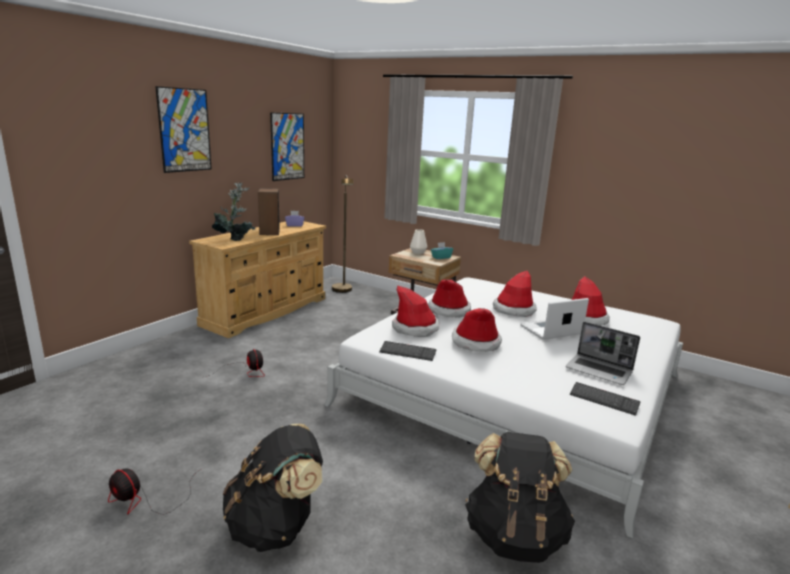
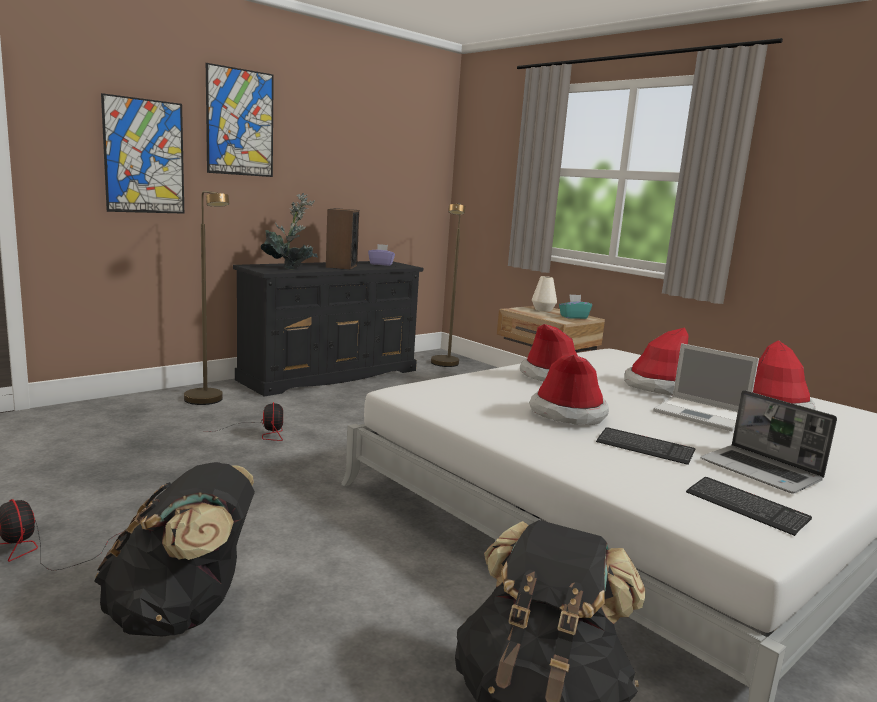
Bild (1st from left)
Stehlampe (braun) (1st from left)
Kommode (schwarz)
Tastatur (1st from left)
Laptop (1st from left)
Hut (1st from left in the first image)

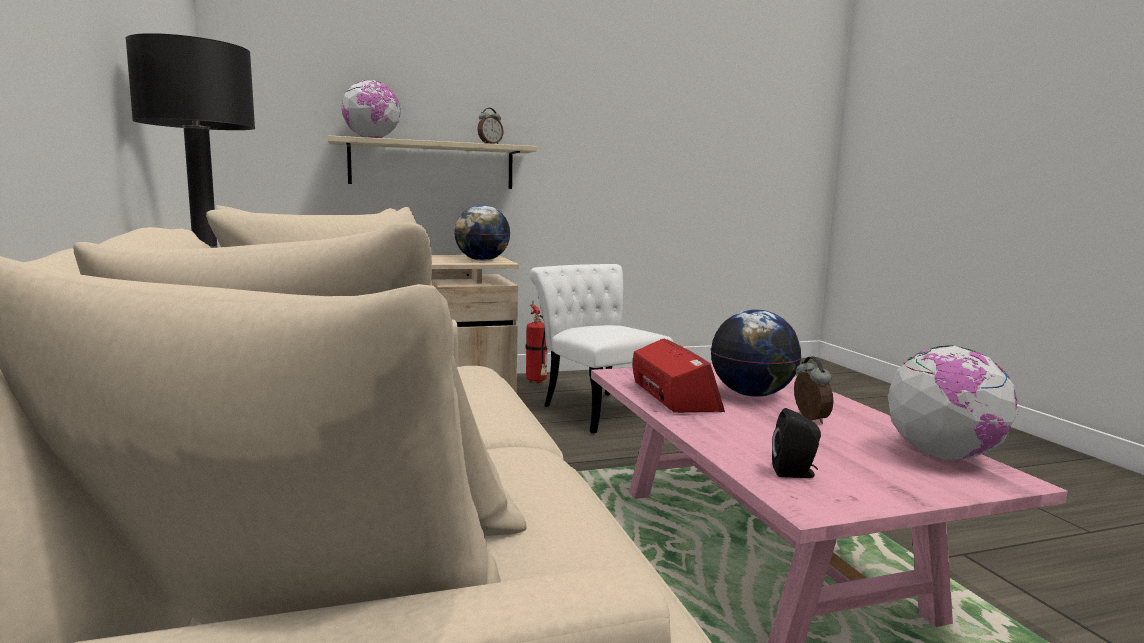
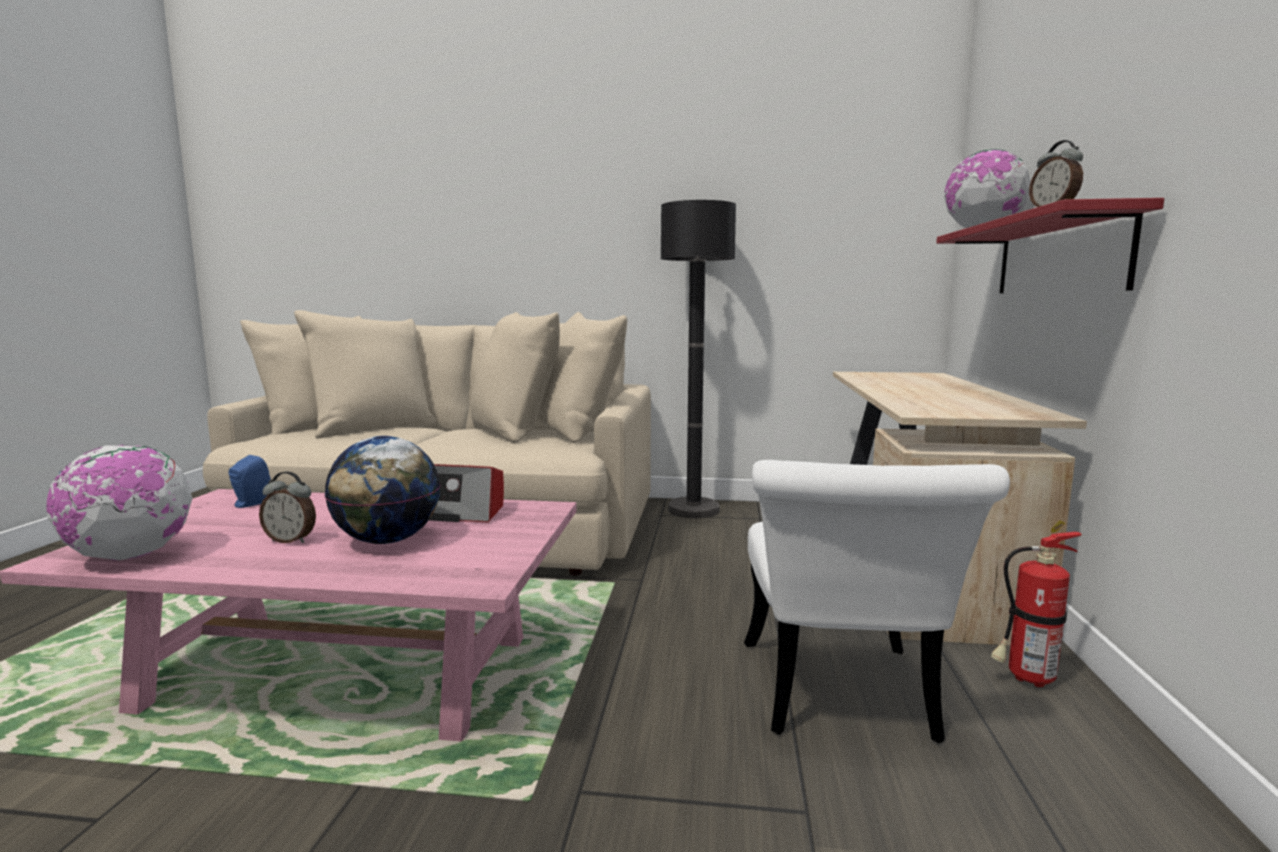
Lautsprecher (blau)
Stuhl (weiß)
Wandregal (rot)
Globus (2nd from left in the first image)

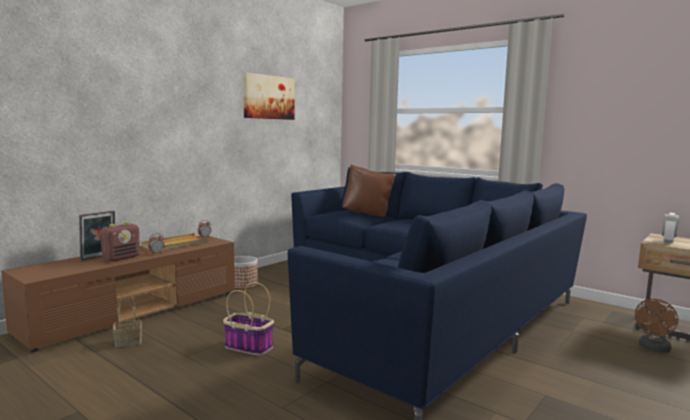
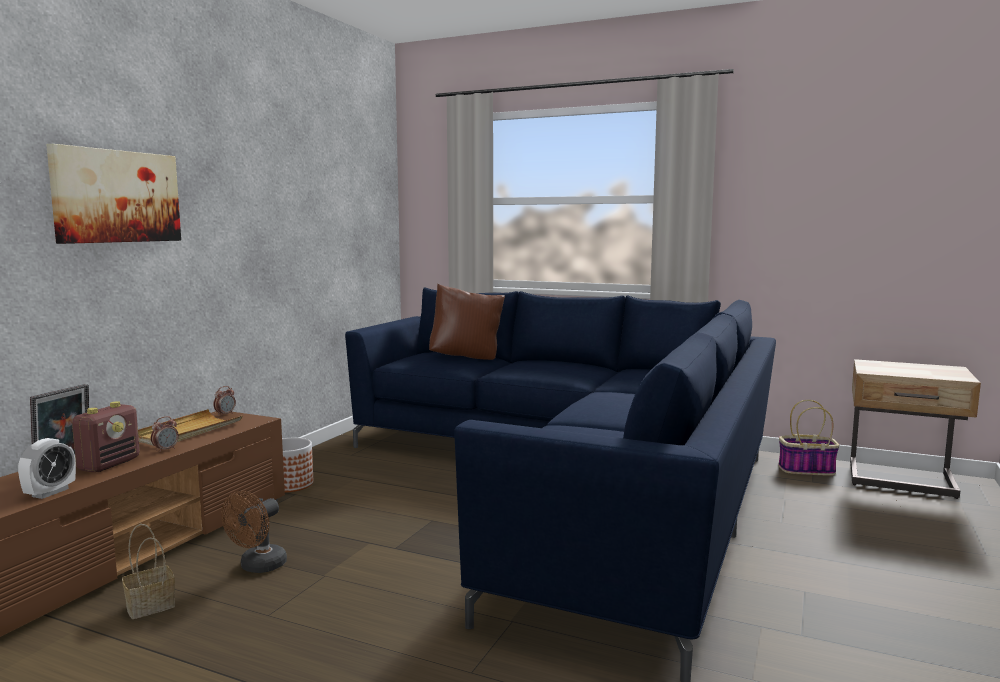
Wecker (1st from left)
Bild
Ventilator (braun)
Korb (2nd from left)

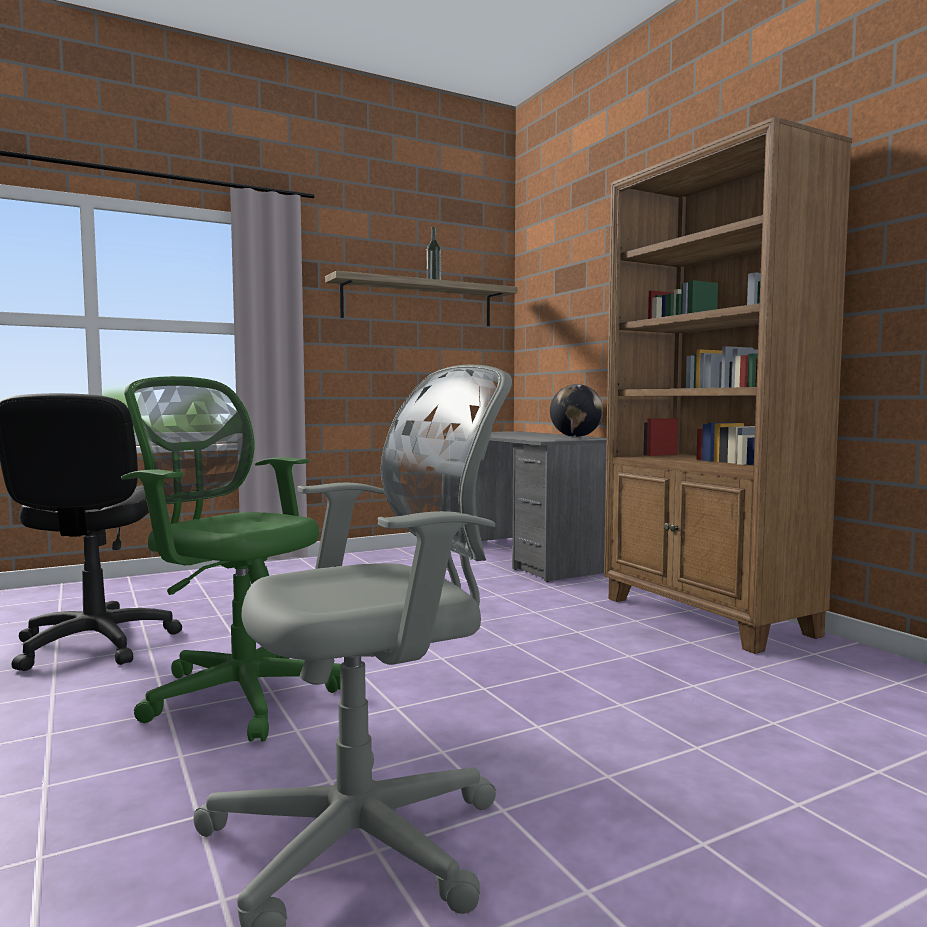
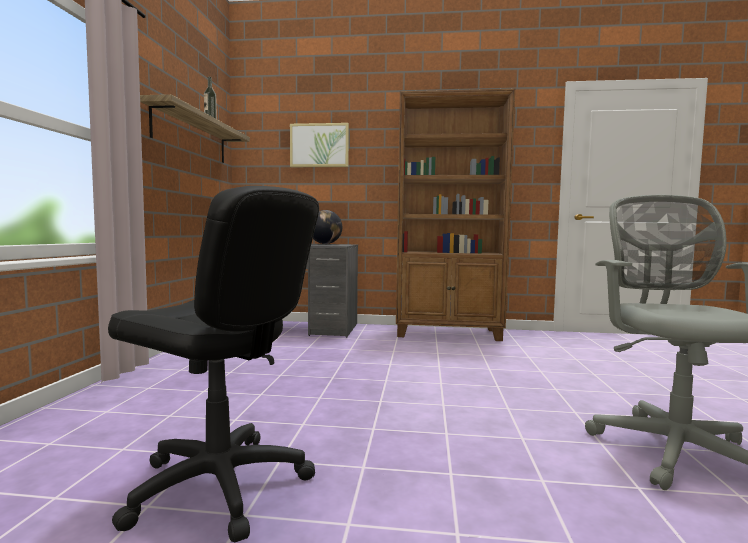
Bild
Bürostuhl (grün)

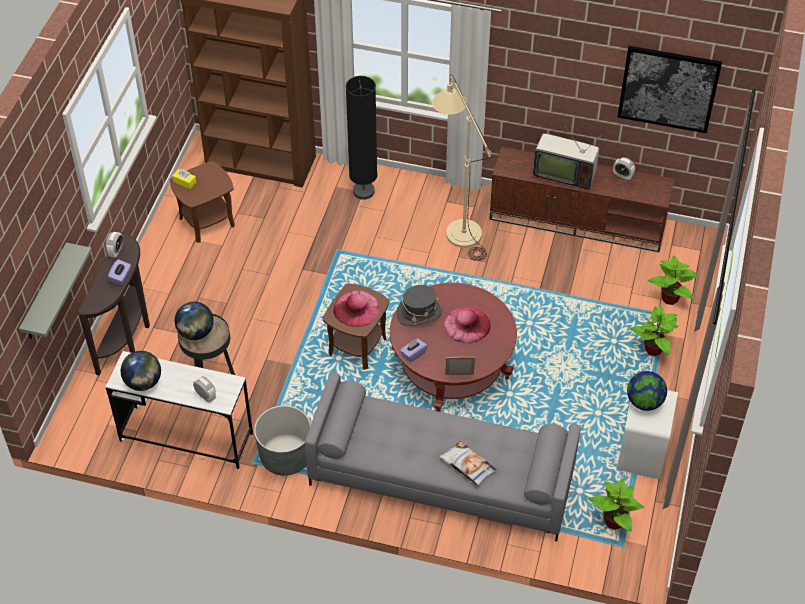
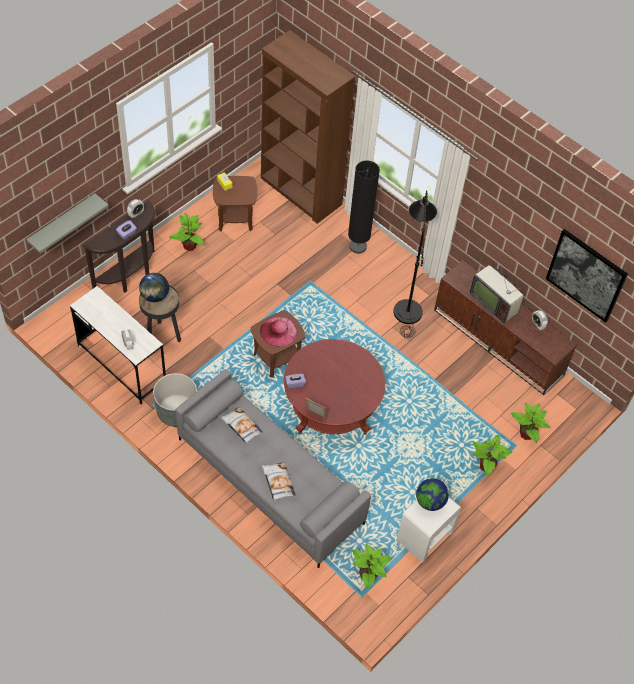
Topfpflanze (1st from left)
Kissen (1st from left)
Stehlampe (schwarz) (2nd from left)
Globus (1st from left in the first image)
Hut (grau)
Hut (rosa) (2nd from left in the first image)

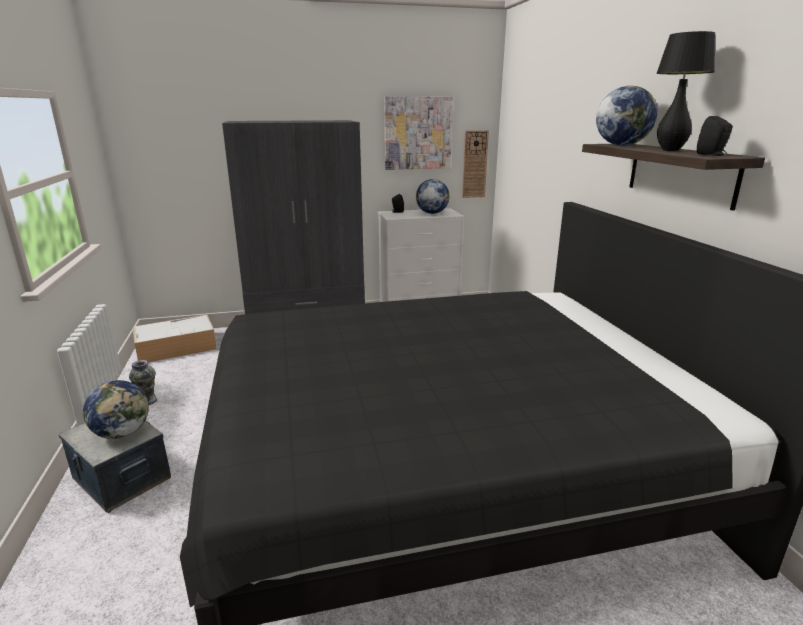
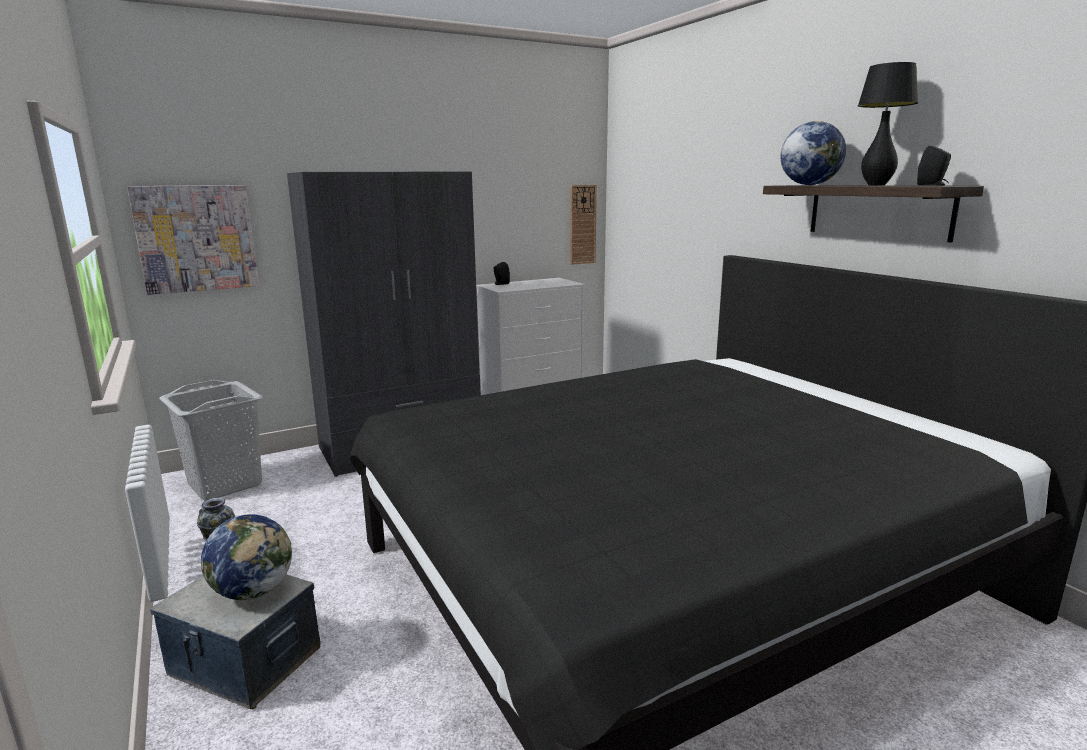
Bild
Wäschekorb (grau)
Globus (2nd from left in the first image)

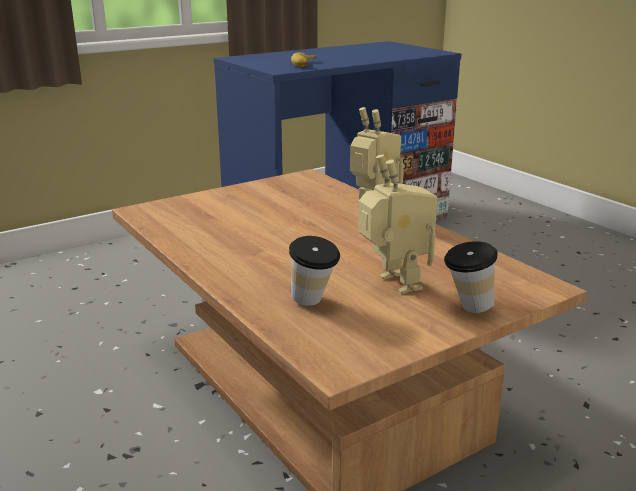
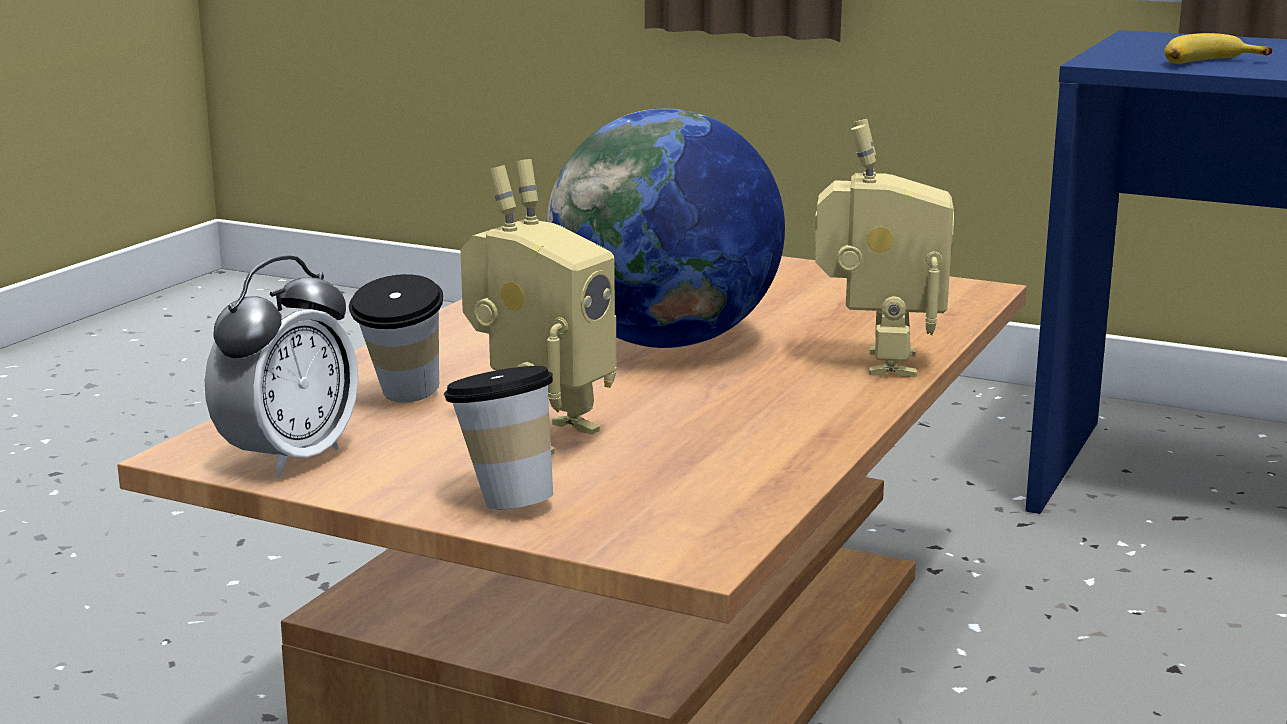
Wecker
Globus

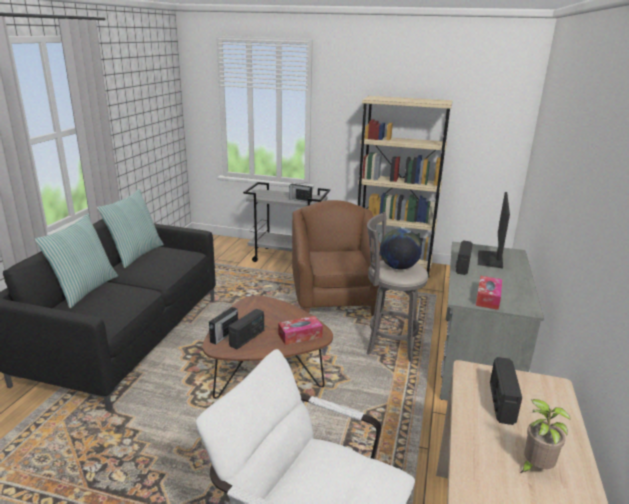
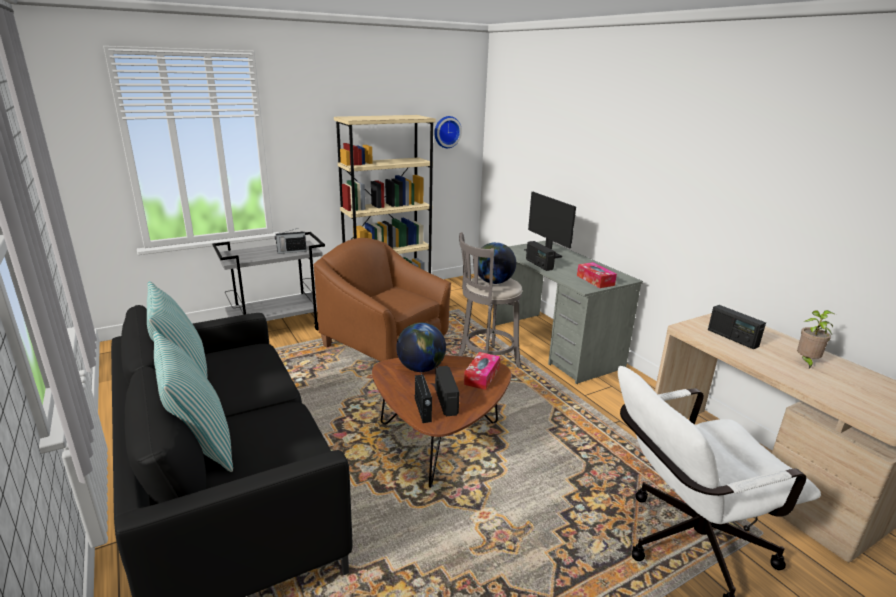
Globus (1st from left)
Wanduhr

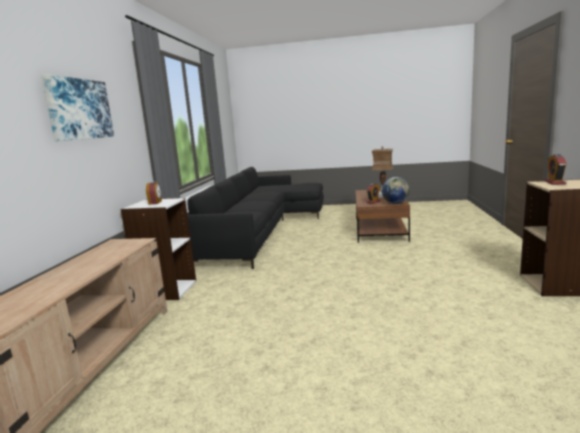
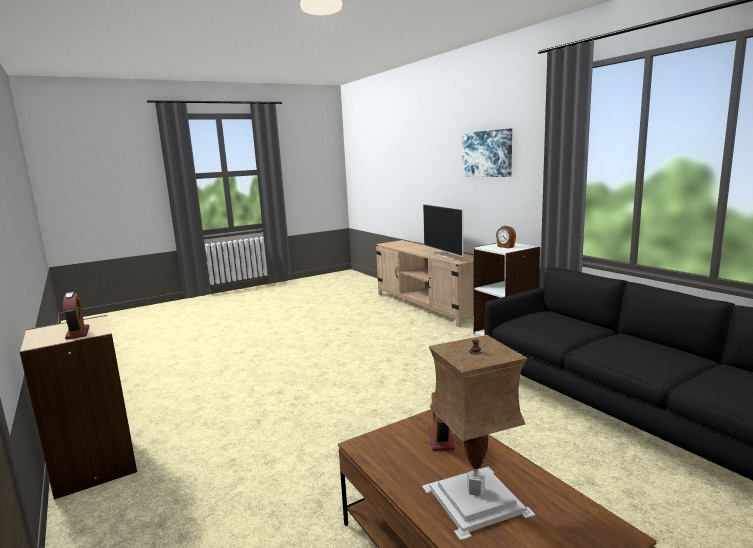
Fernseher
Globus

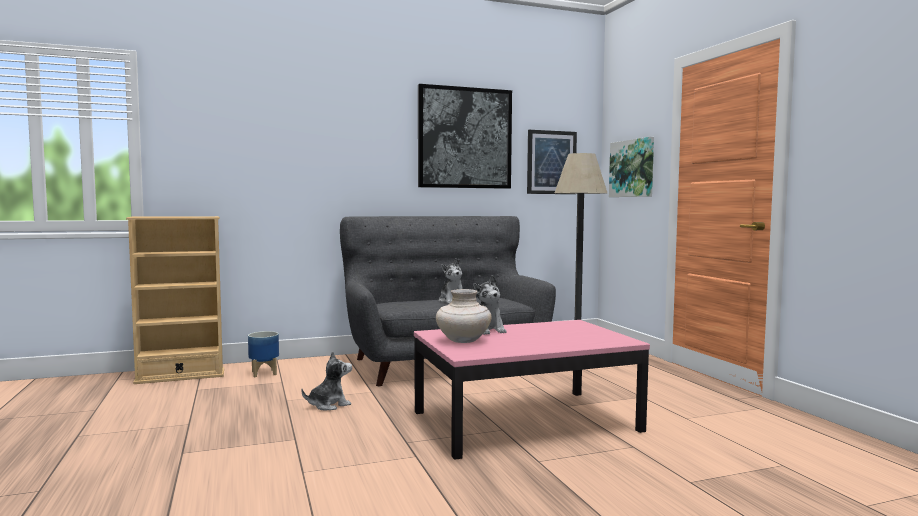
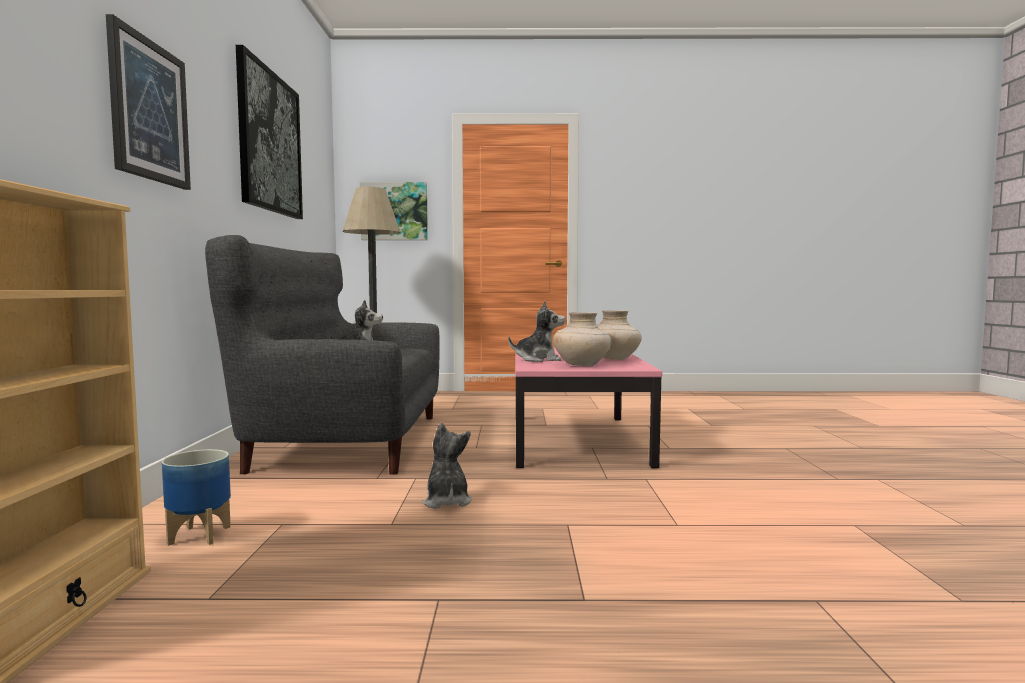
Bild (1st from left)
Vase (beige) (2nd from left)

